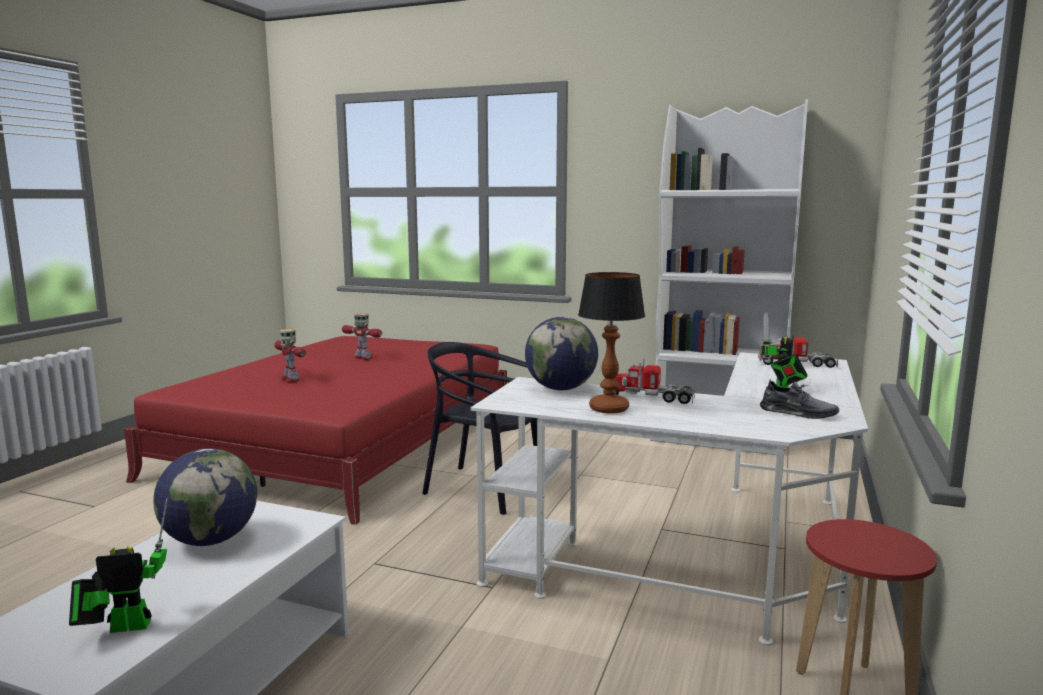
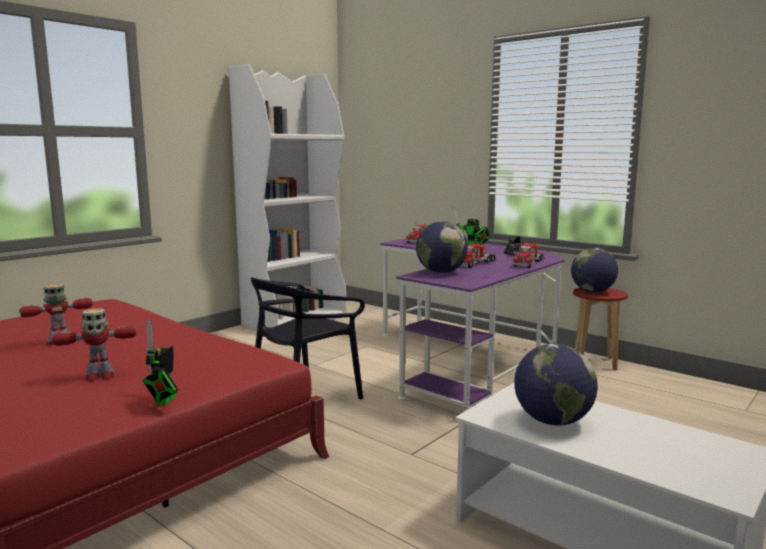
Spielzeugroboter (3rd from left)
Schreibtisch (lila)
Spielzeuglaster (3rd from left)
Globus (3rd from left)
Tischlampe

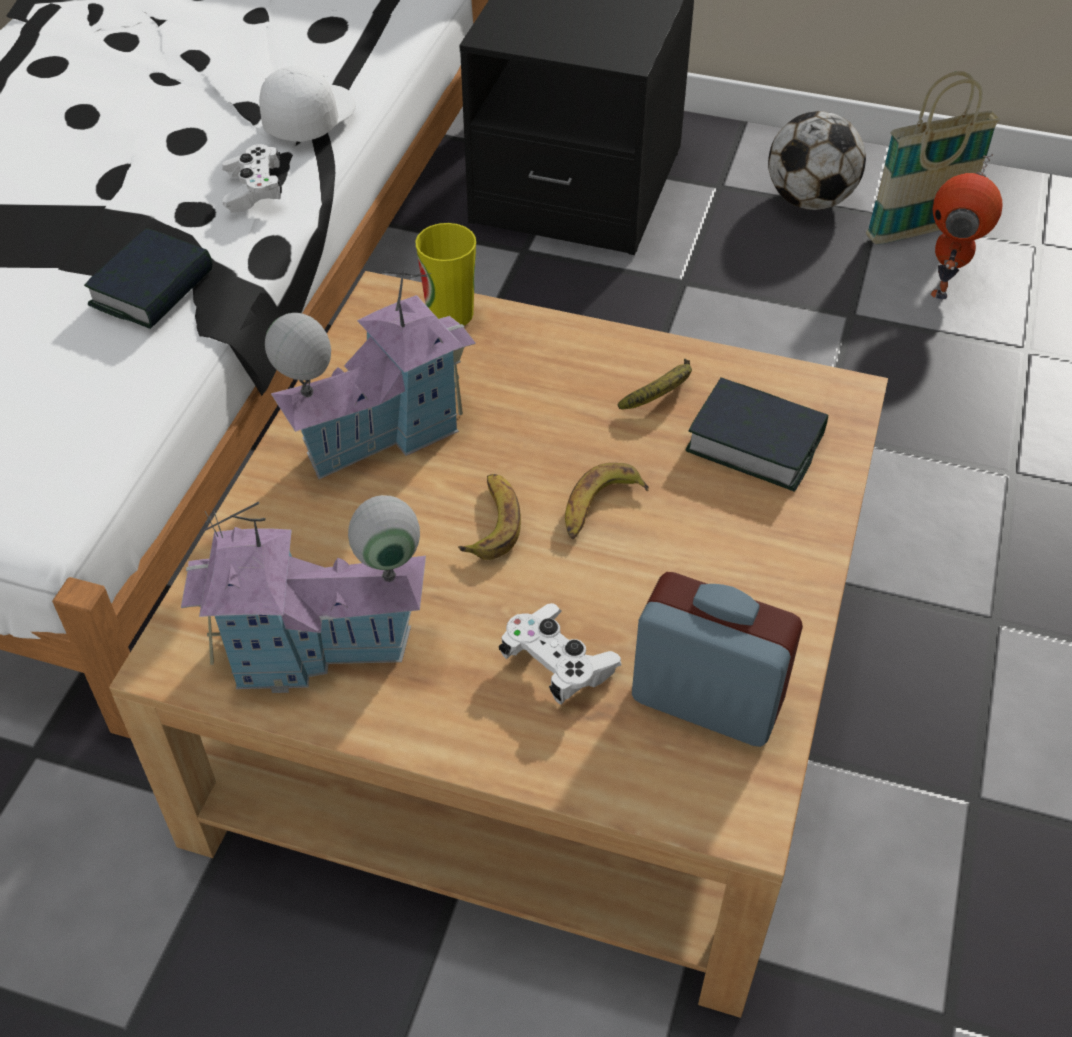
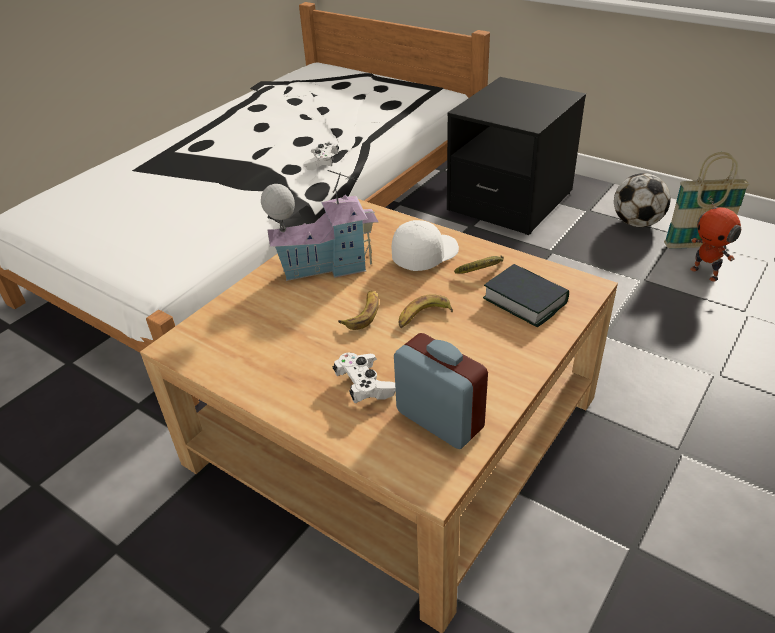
Kappe (weiß)
Spielzeugroboter
Buch (1st from left in the first image)
Spielzeughaus (1st from left in the first image)
Tasse

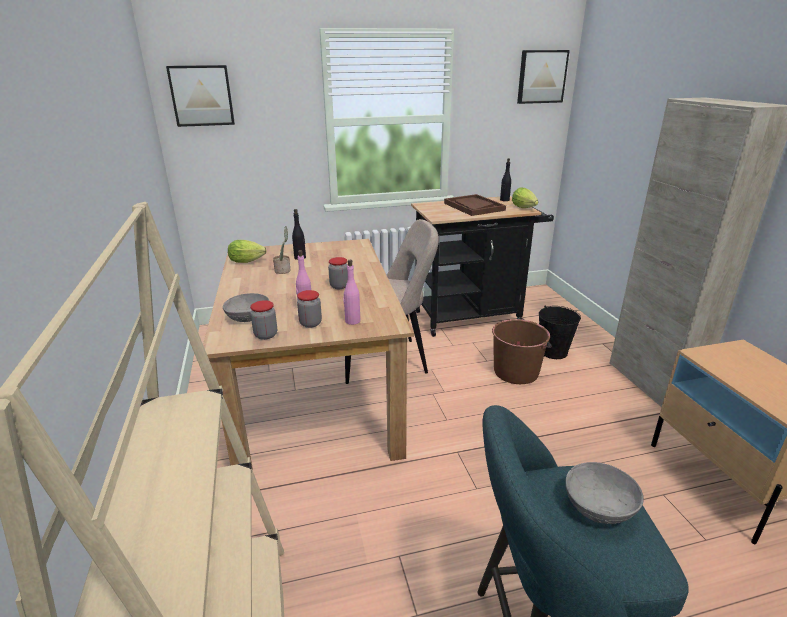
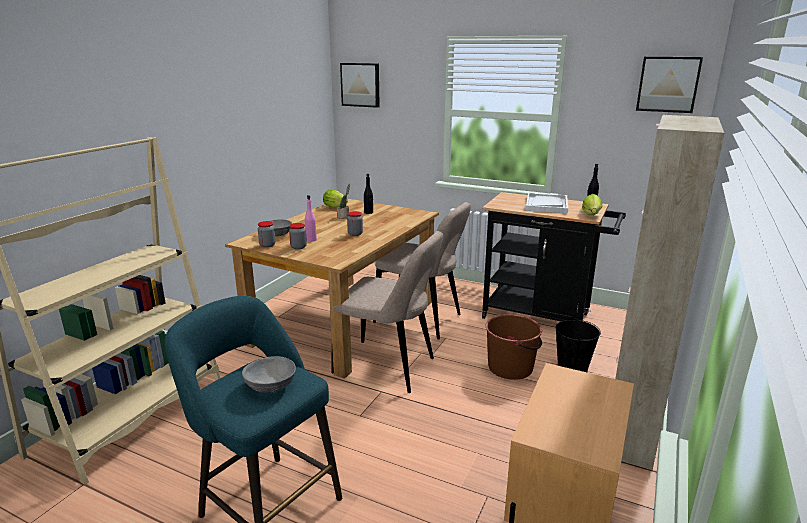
Stuhl (beige) (1st from left)
Tablett (weiß)
Flasche (rosa) (2nd from left in the first image)

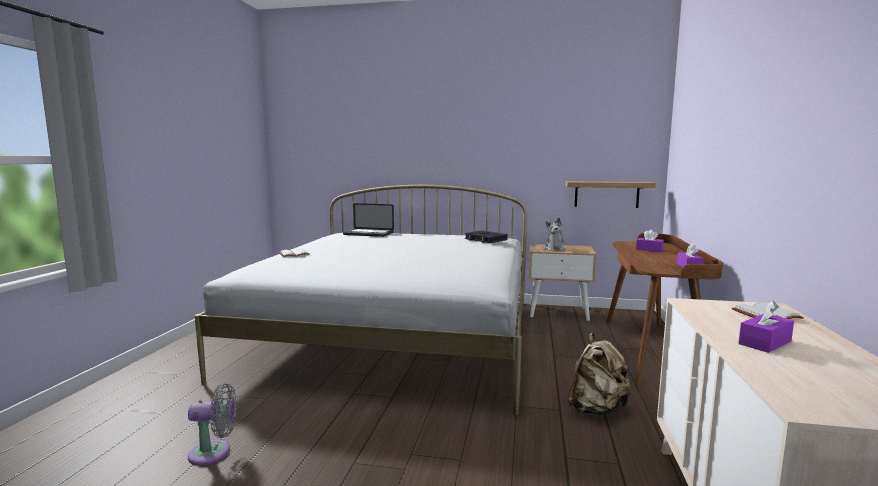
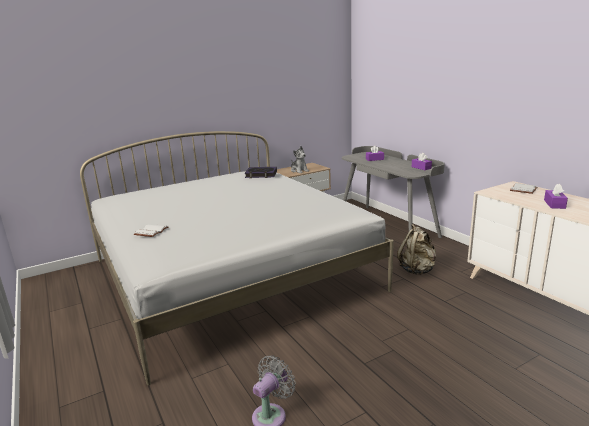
Schreibtisch (grau)
Laptop
Wandregal

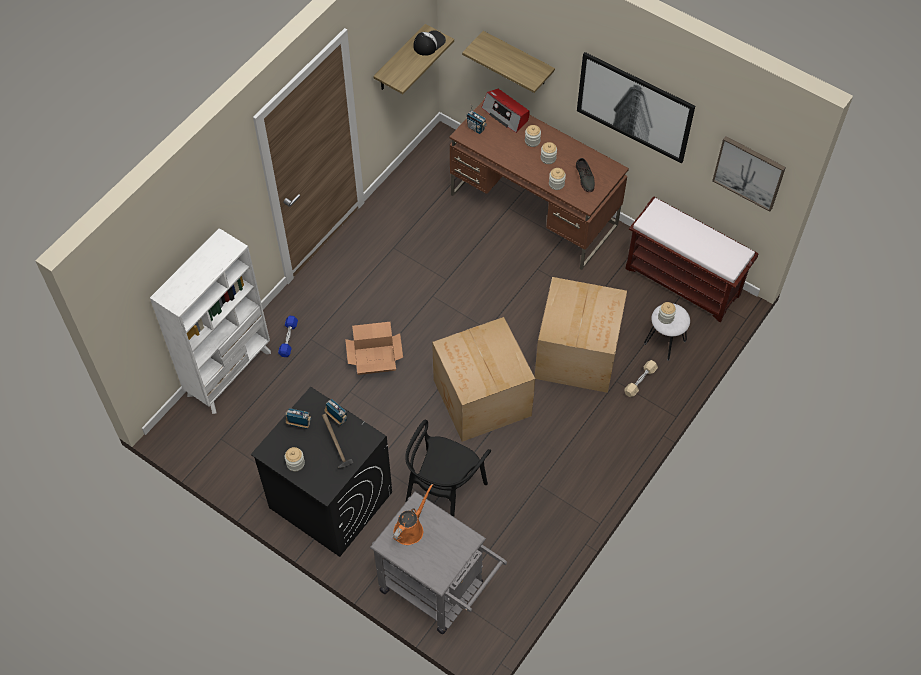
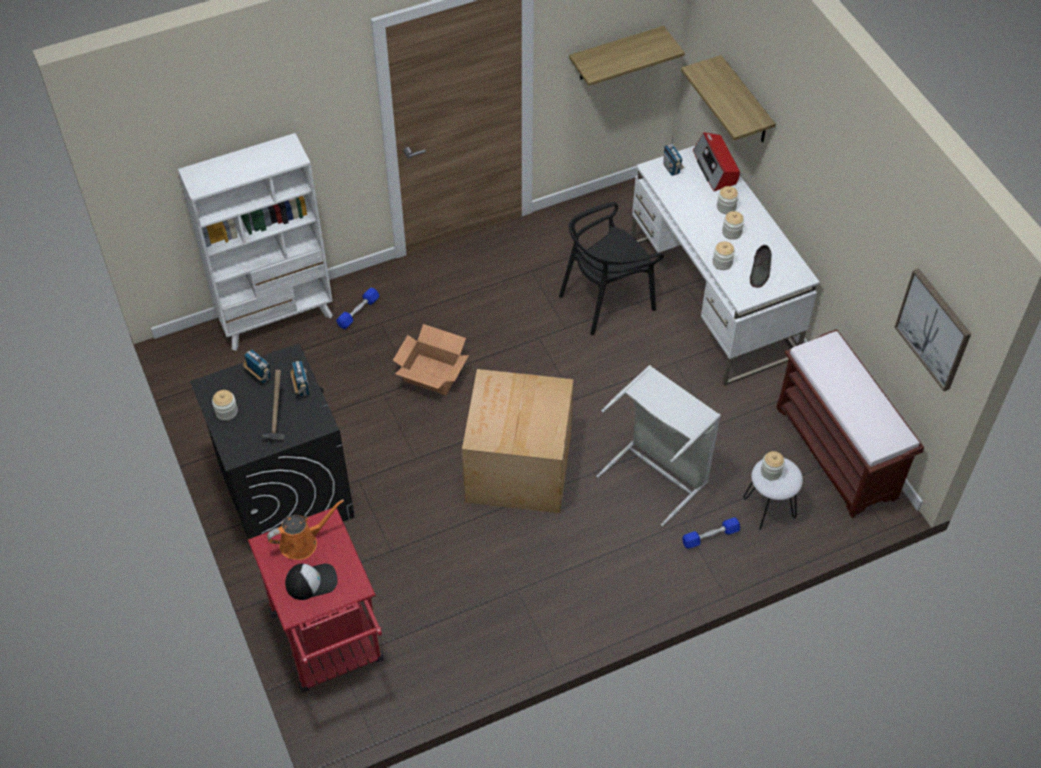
Rollwagen (rot)
Kappe
Stuhl (schwarz)
Wäschekorb (grau)
Schreibtisch (weiß)
Hantel (blau) (2nd from left)
Bild (1st from left in the first image)

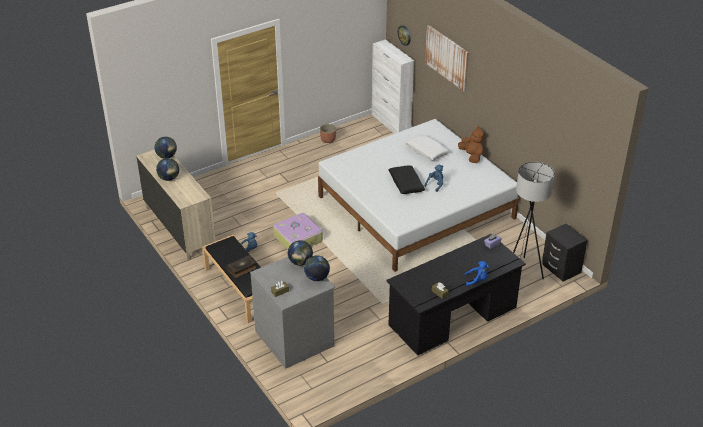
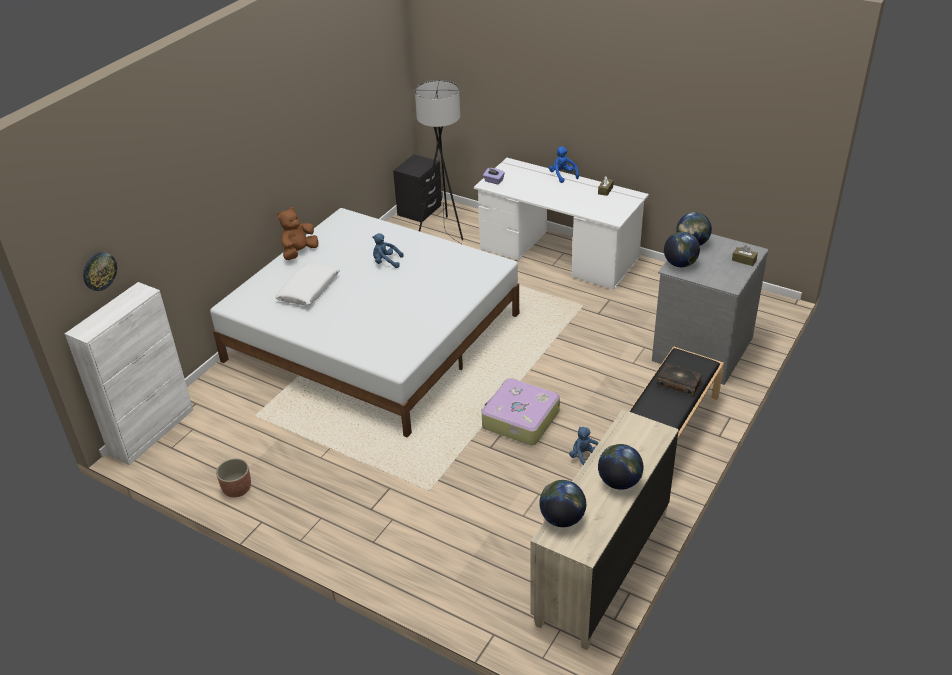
Schreibtisch (weiß)
Kissen (schwarz)
Bild

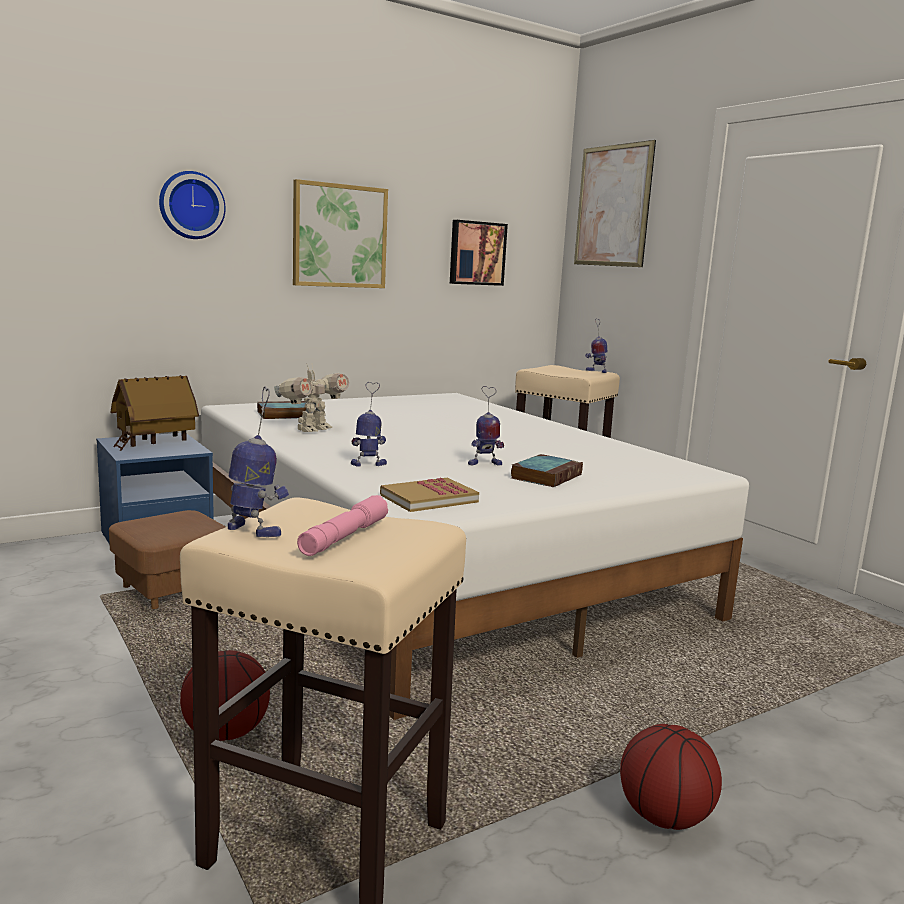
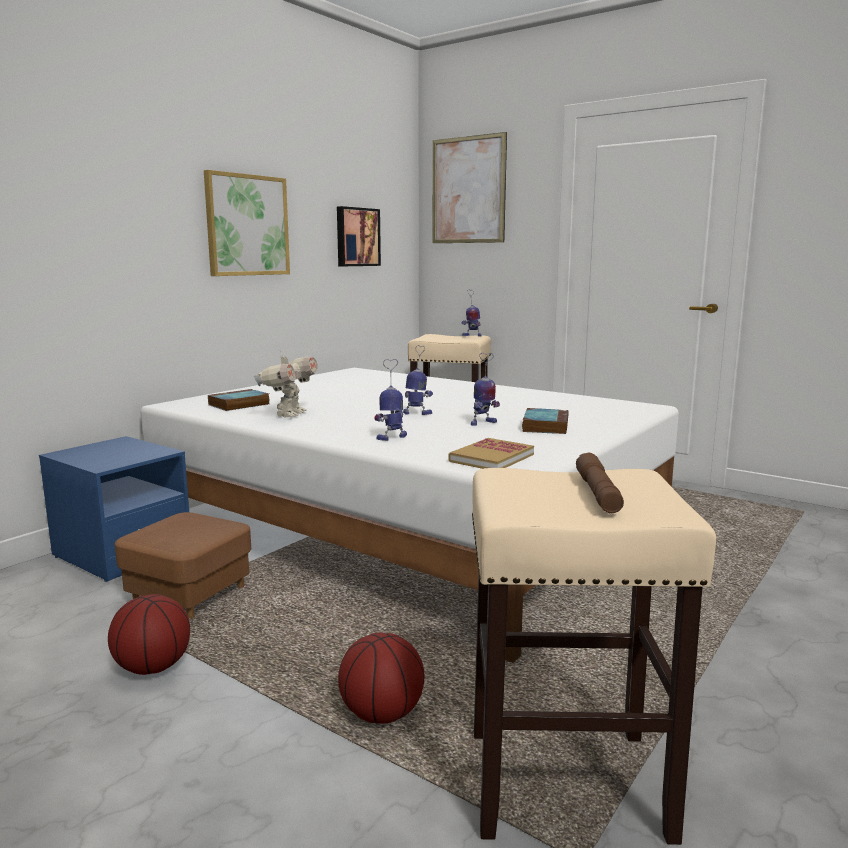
Basketball (1st from left)
Spielzeugroboter (3rd from left)
Taschenlampe (braun)
Spielzeughaus
Wanduhr

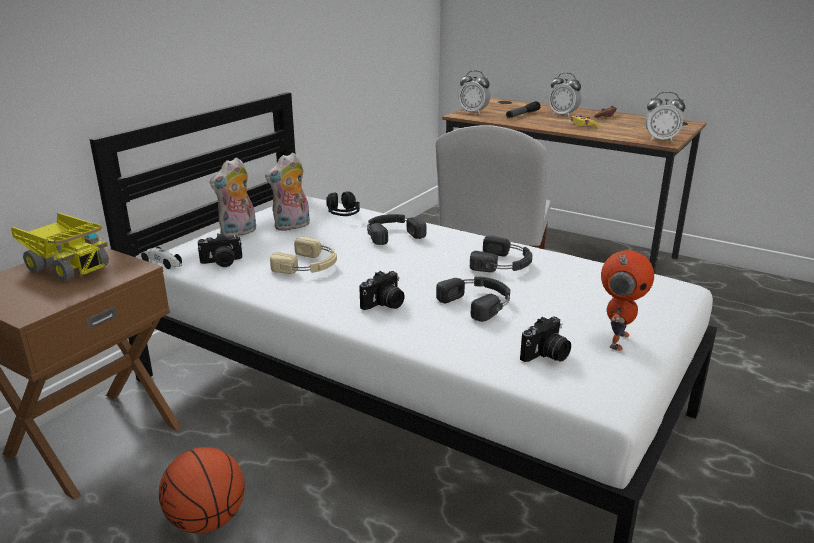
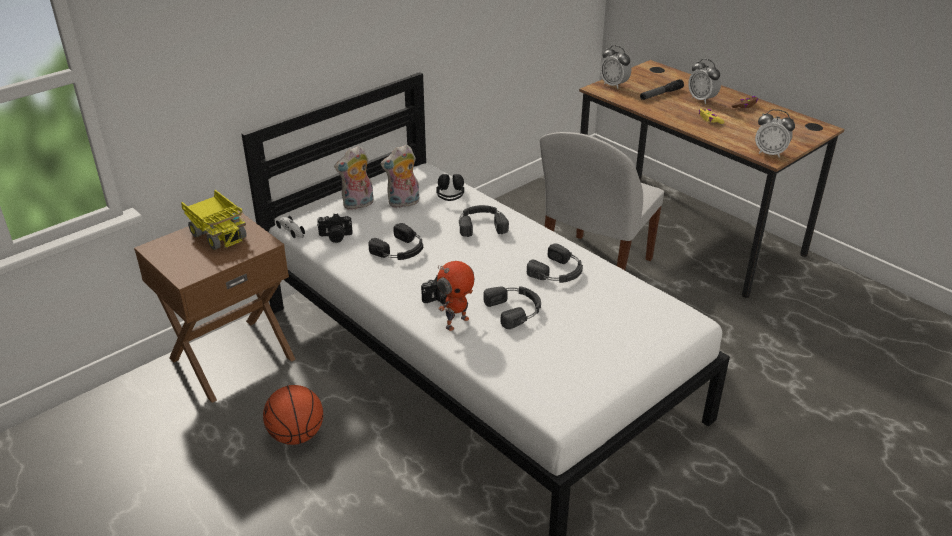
Kopfhörer (schwarz) (1st from left)
Spielzeugroboter
Kamera (3rd from left in the first image)

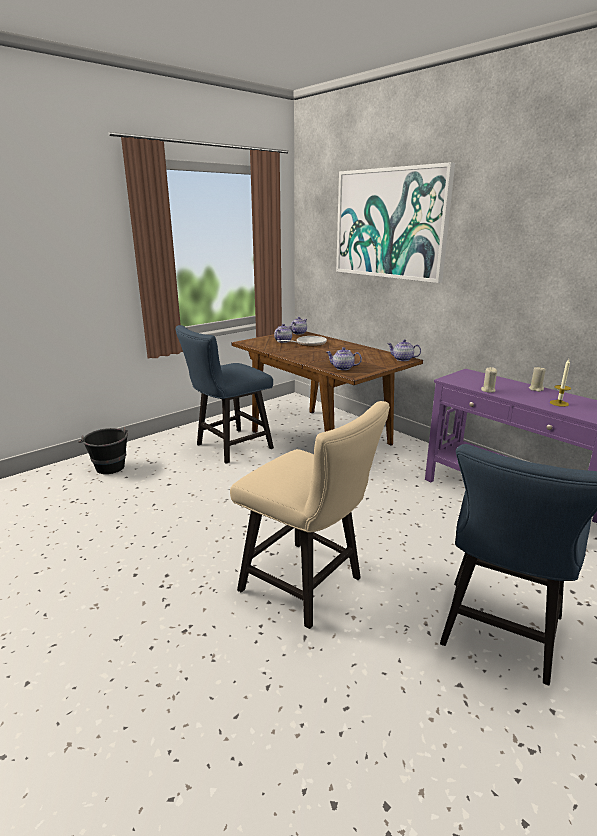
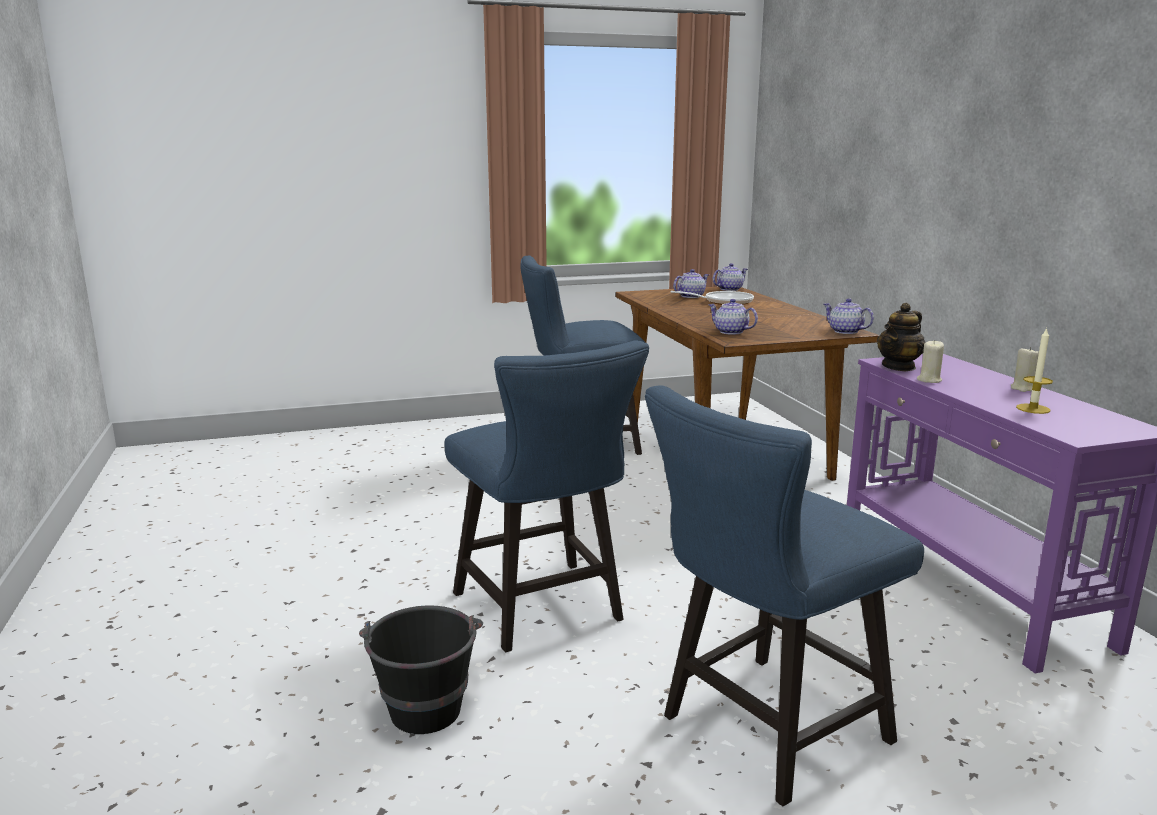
Eimer (schwarz)
Stuhl (blau) (1st from left)
Teekanne (5th from left)
Bild

